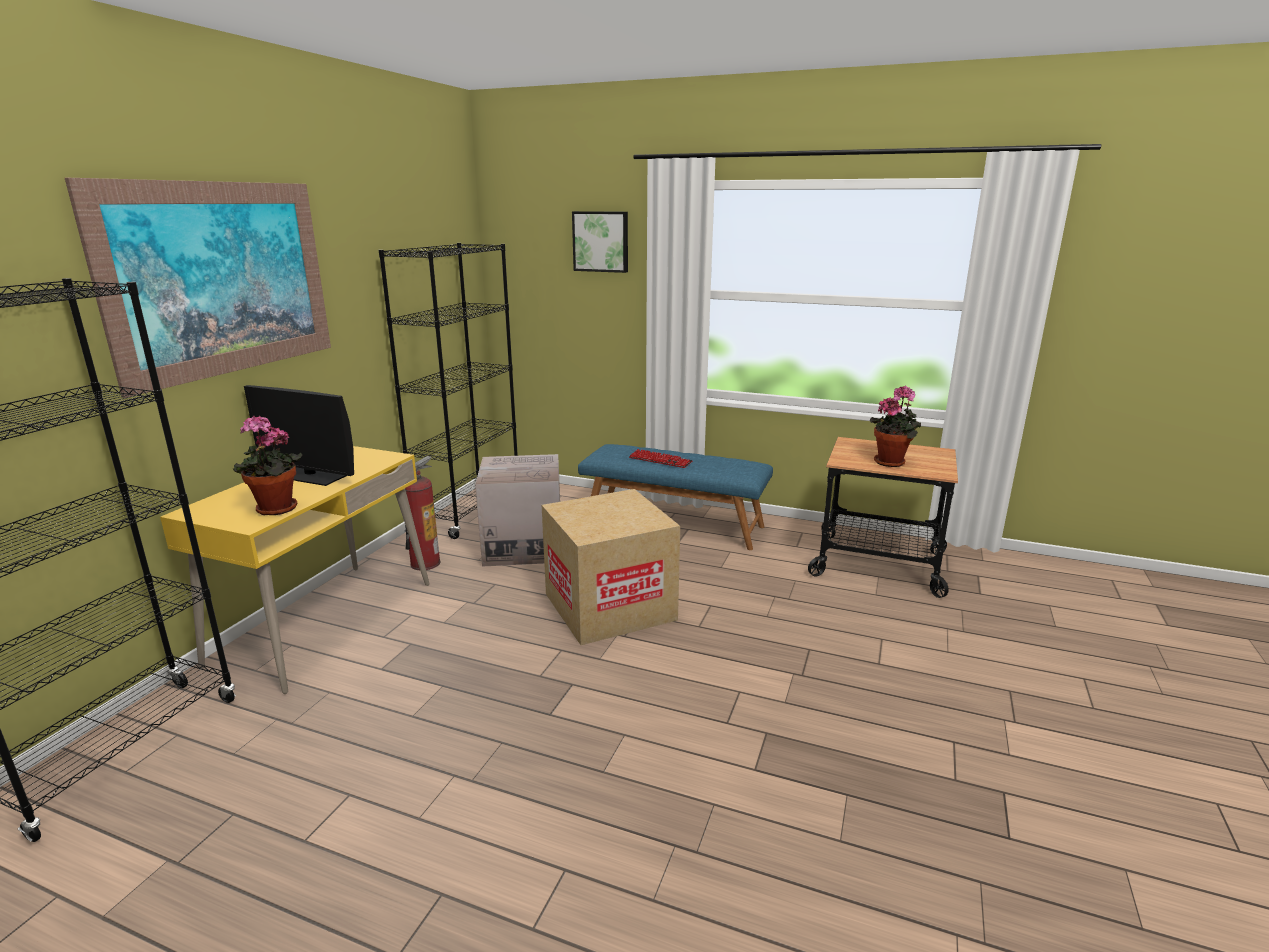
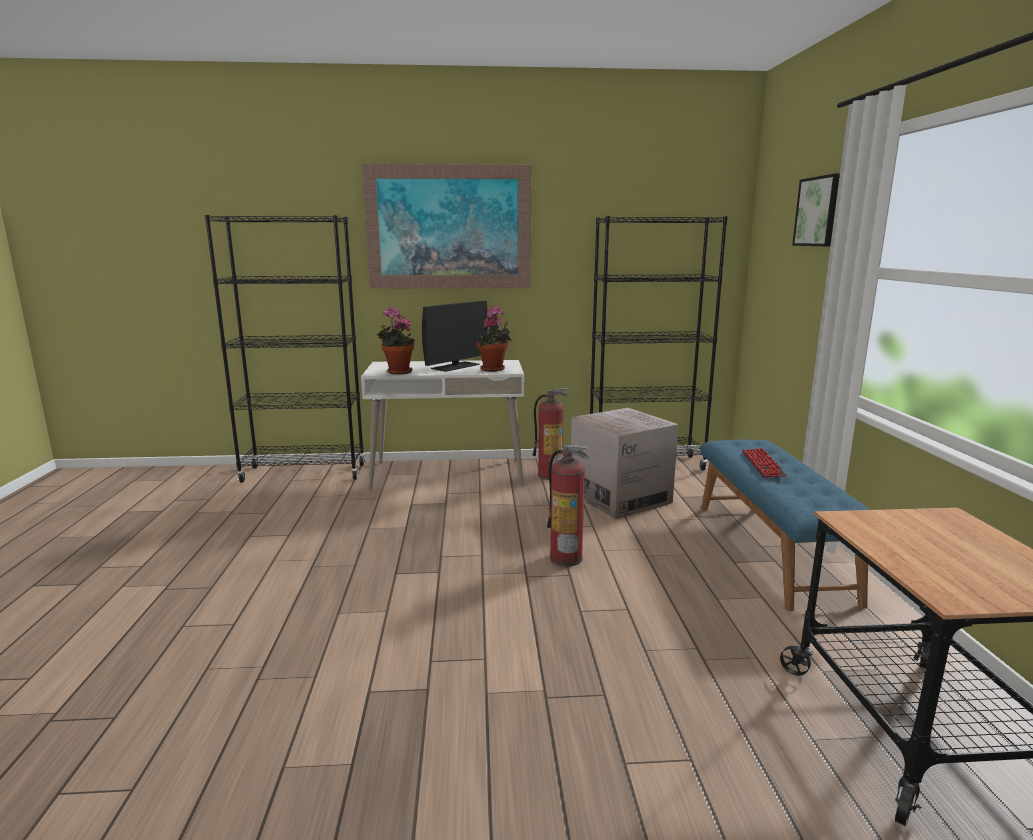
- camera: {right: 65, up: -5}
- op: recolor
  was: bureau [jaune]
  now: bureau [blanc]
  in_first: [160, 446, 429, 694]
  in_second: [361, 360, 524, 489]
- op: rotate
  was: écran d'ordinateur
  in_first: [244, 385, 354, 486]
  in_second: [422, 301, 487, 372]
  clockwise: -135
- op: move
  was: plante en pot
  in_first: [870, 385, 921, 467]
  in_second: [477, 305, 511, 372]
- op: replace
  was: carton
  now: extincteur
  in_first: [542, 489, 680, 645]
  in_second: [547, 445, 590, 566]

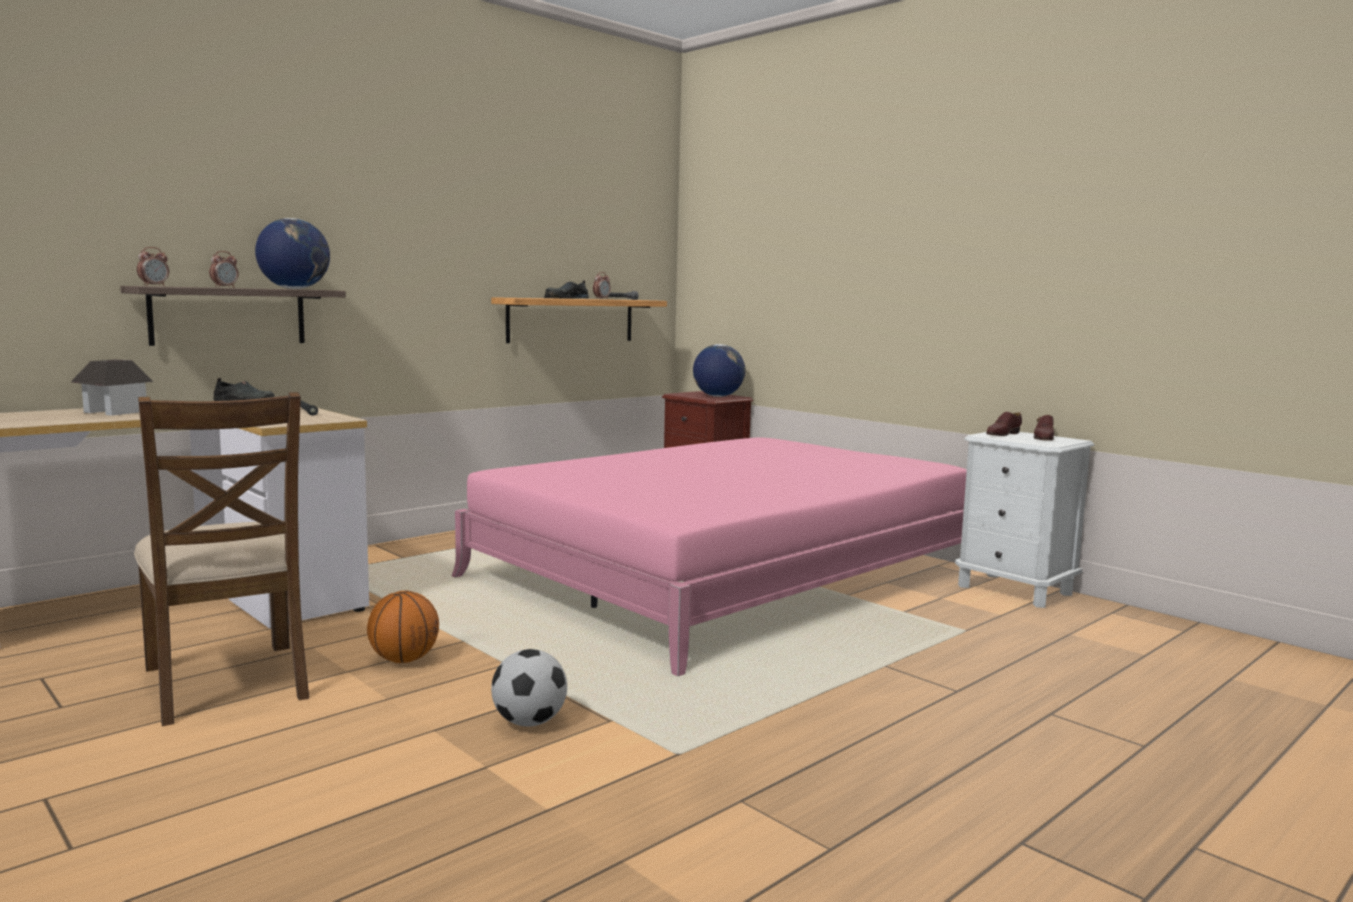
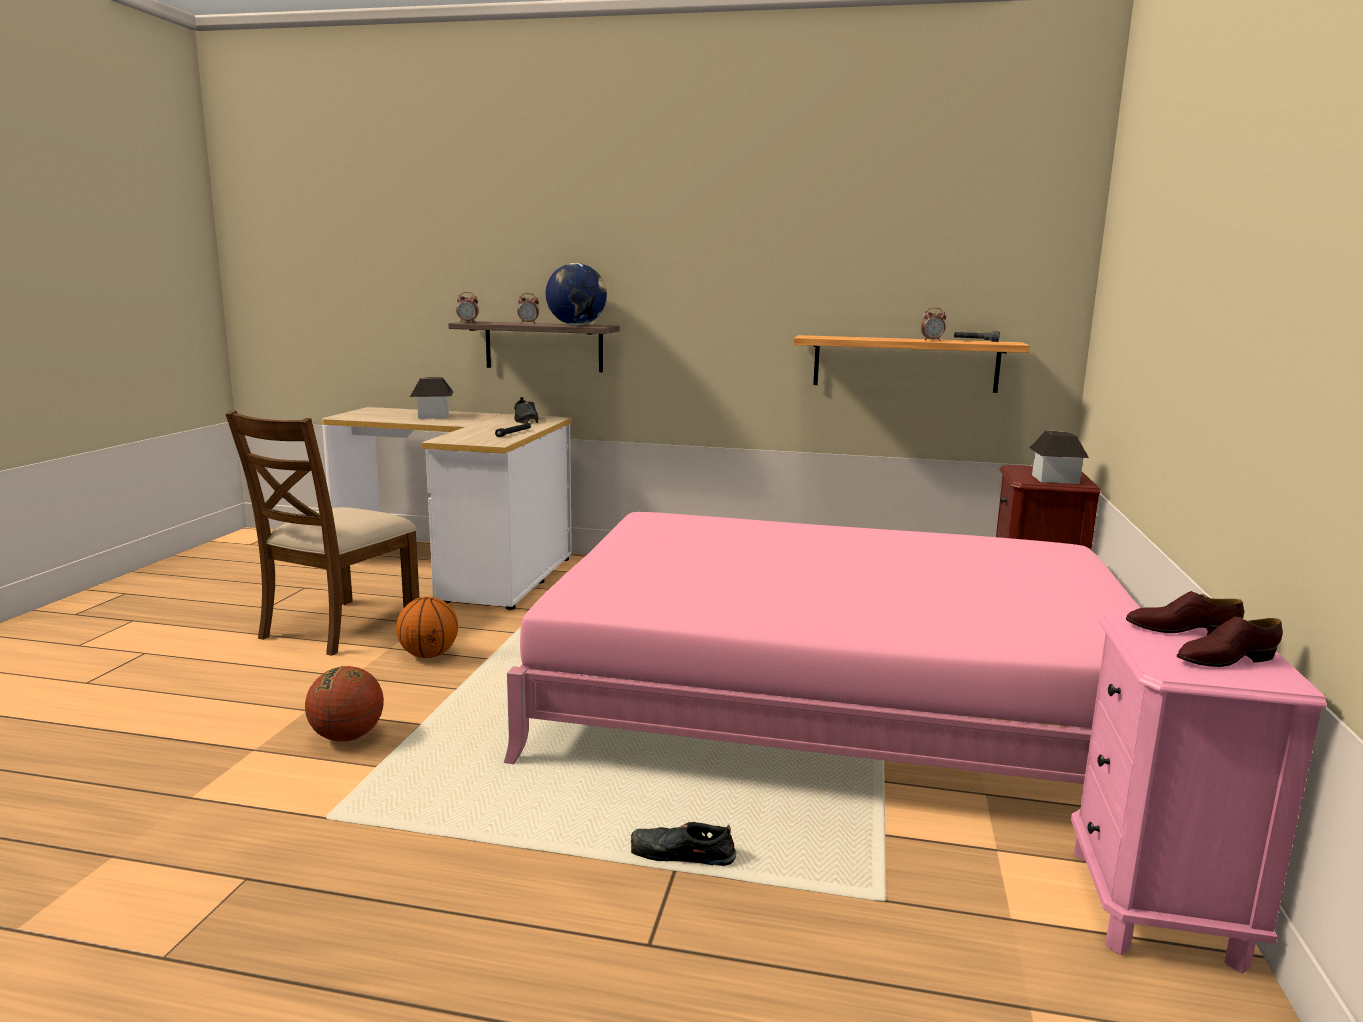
- camera: {right: 55, up: 5}
- op: replace
  was: ballon de foot
  now: ballon de basket
  in_first: [491, 649, 567, 726]
  in_second: [305, 666, 384, 741]
- op: move
  was: chaussure [noir]
  in_first: [544, 280, 589, 298]
  in_second: [631, 822, 736, 866]
- op: replace
  was: globe
  now: maison miniature
  in_first: [693, 344, 745, 397]
  in_second: [1030, 430, 1089, 484]
- op: recolor
  was: table de chevet [blanc]
  now: table de chevet [rose]
  in_first: [955, 432, 1094, 608]
  in_second: [1071, 613, 1327, 974]

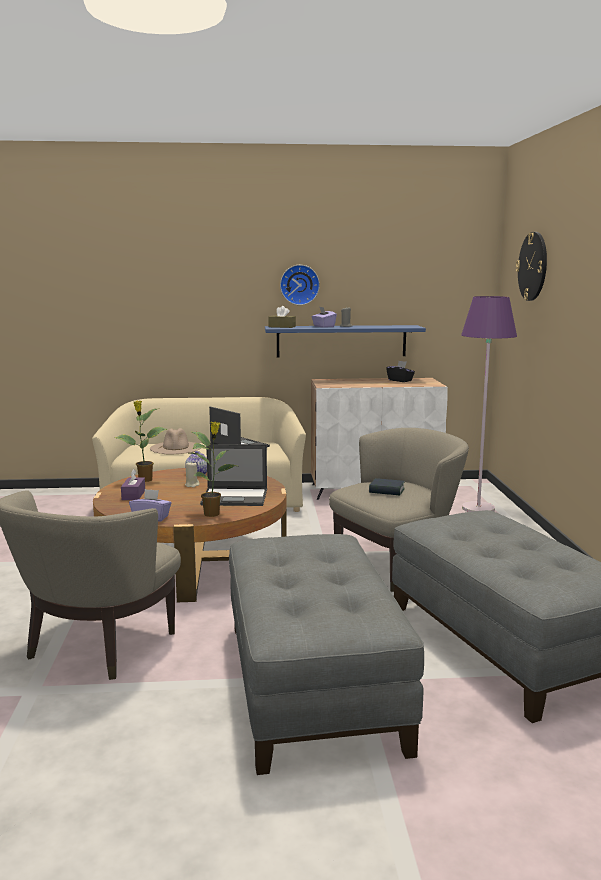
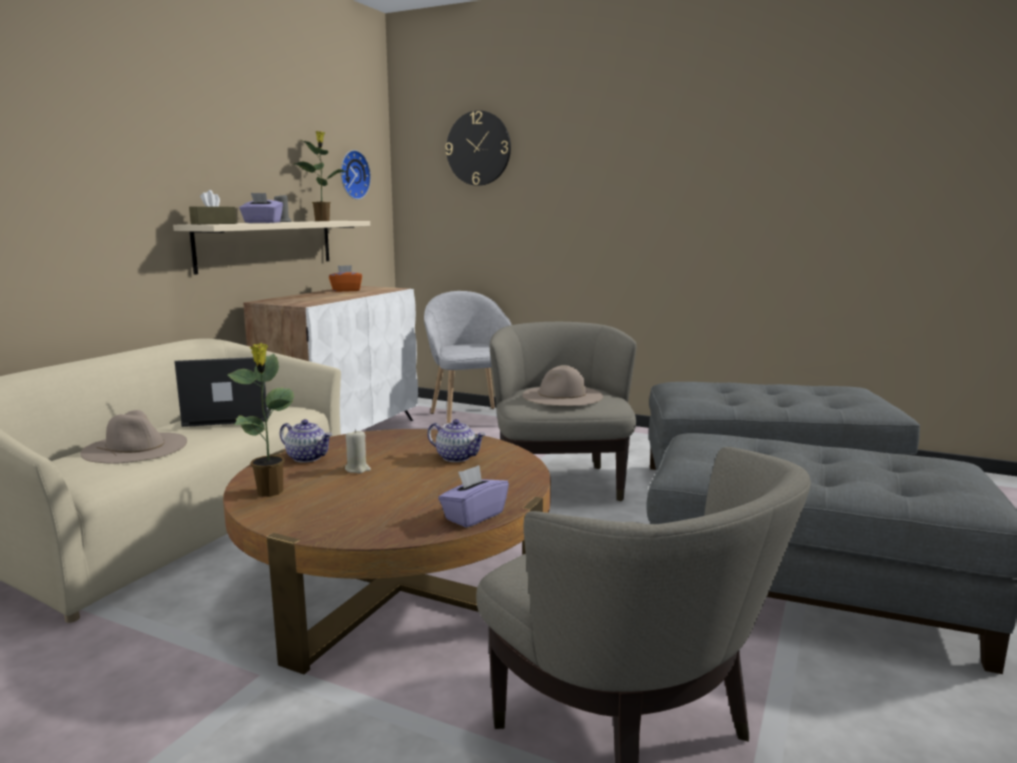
- camera: {right: -60, up: 0}
- op: recolor
  was: étagère [bleu]
  now: étagère [beige]
  in_first: [265, 325, 426, 358]
  in_second: [173, 221, 370, 275]
- op: move
  was: plante en pot
  in_first: [189, 422, 238, 517]
  in_second: [294, 131, 347, 221]
- op: recolor
  was: boîte à mouchoirs [noir]
  now: boîte à mouchoirs [orange]
  in_first: [386, 361, 415, 382]
  in_second: [329, 265, 362, 292]
- op: move
  was: horloge murale
  in_first: [280, 265, 320, 305]
  in_second: [341, 150, 371, 200]
- op: replace
  was: lampadaire [violet]
  now: fauteuil [gris]
  in_first: [461, 296, 517, 512]
  in_second: [424, 291, 511, 423]
- op: replace
  was: ordinateur portable
  now: théière
  in_first: [200, 444, 267, 506]
  in_second: [427, 419, 486, 462]
- op: replace
  was: livre
  now: chapeau [beige]
  in_first: [369, 478, 405, 495]
  in_second: [522, 365, 603, 406]
- op: delete
  was: boîte à mouchoirs [violet]
  in_first: [121, 469, 145, 500]

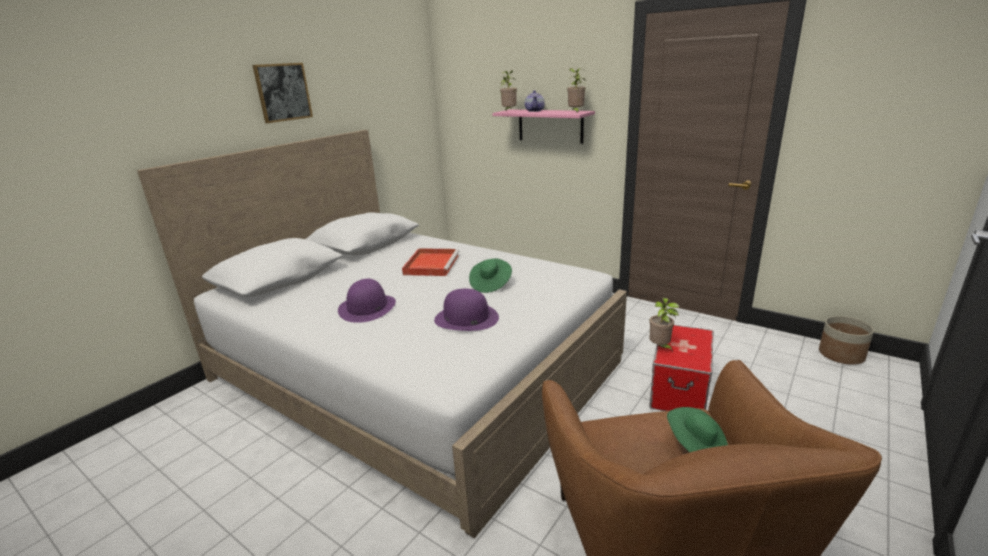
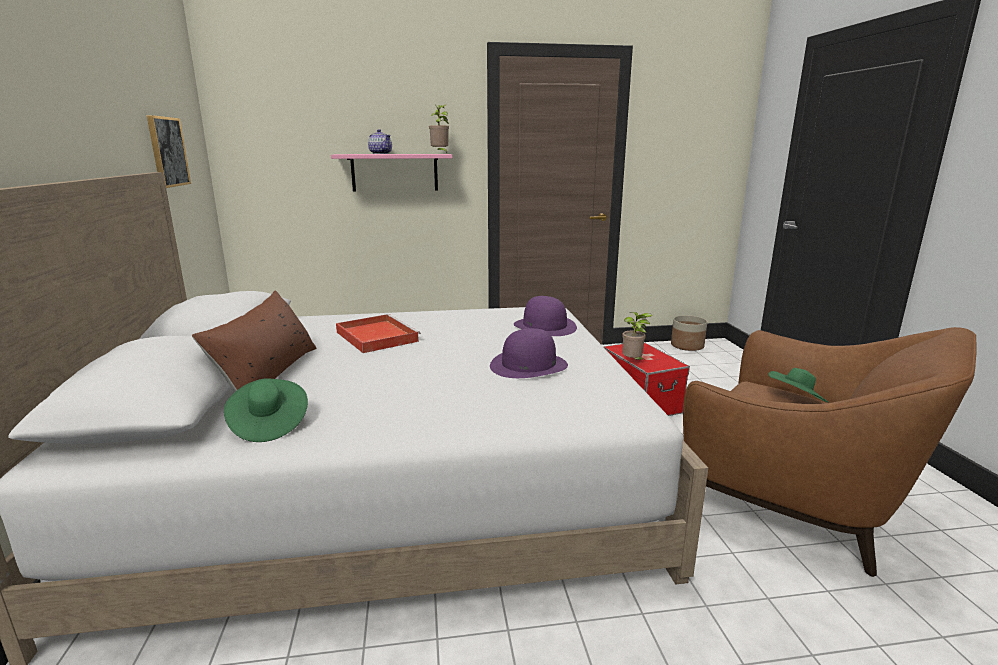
- camera: {right: -45, up: -5}
- op: move
  was: tableau
  in_first: [252, 63, 313, 123]
  in_second: [147, 115, 191, 188]
- op: insert
  now: coussin [marron]
  in_second: [192, 290, 317, 391]
- op: move
  was: chapeau [vert]
  in_first: [469, 258, 512, 293]
  in_second: [224, 378, 308, 442]
- op: move
  was: chapeau [violet]
  in_first: [338, 279, 396, 323]
  in_second: [514, 296, 577, 336]
- op: delete
  was: plante en pot
  in_first: [500, 70, 517, 110]

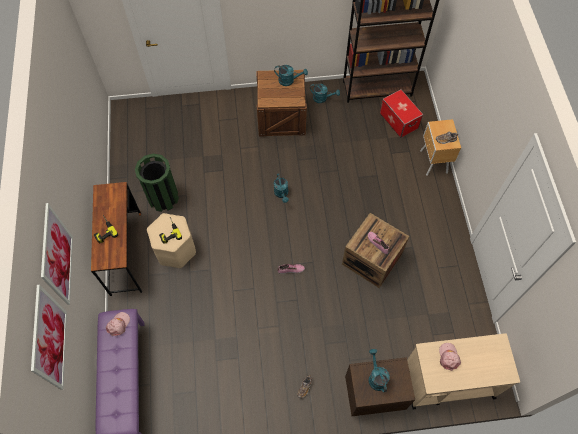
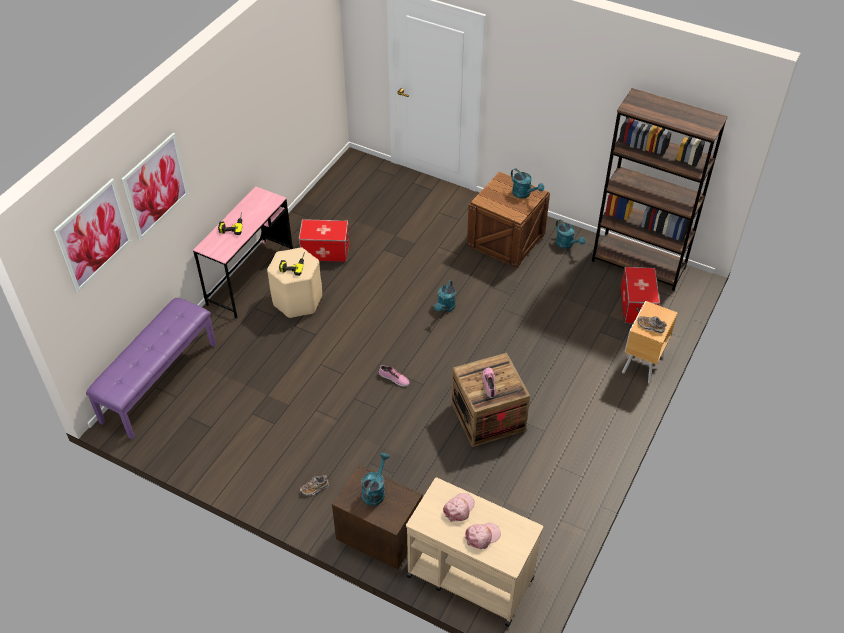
- camera: {right: 35, up: -15}
- op: recolor
  was: bureau [marron]
  now: bureau [rose]
  in_first: [91, 182, 142, 296]
  in_second: [193, 186, 293, 318]
- op: replace
  was: poubelle [vert]
  now: boîte de rangement
  in_first: [135, 154, 179, 212]
  in_second: [299, 219, 349, 262]
- op: move
  was: casquette [rose]
  in_first: [106, 312, 130, 336]
  in_second: [465, 523, 501, 549]

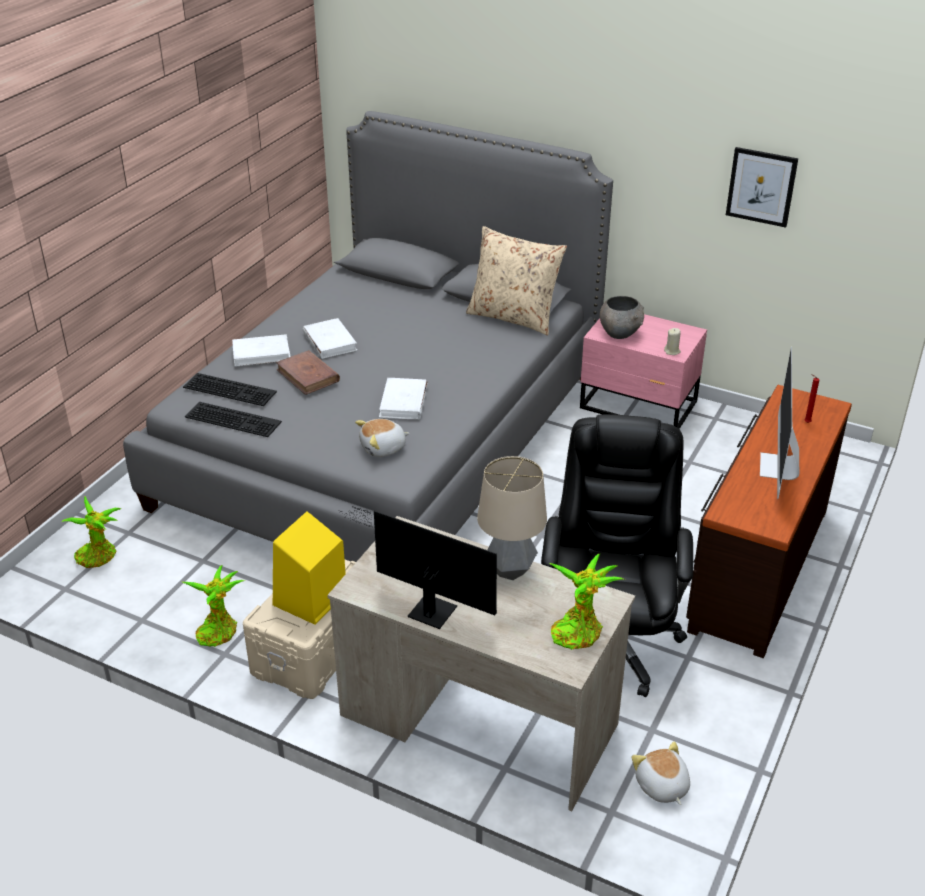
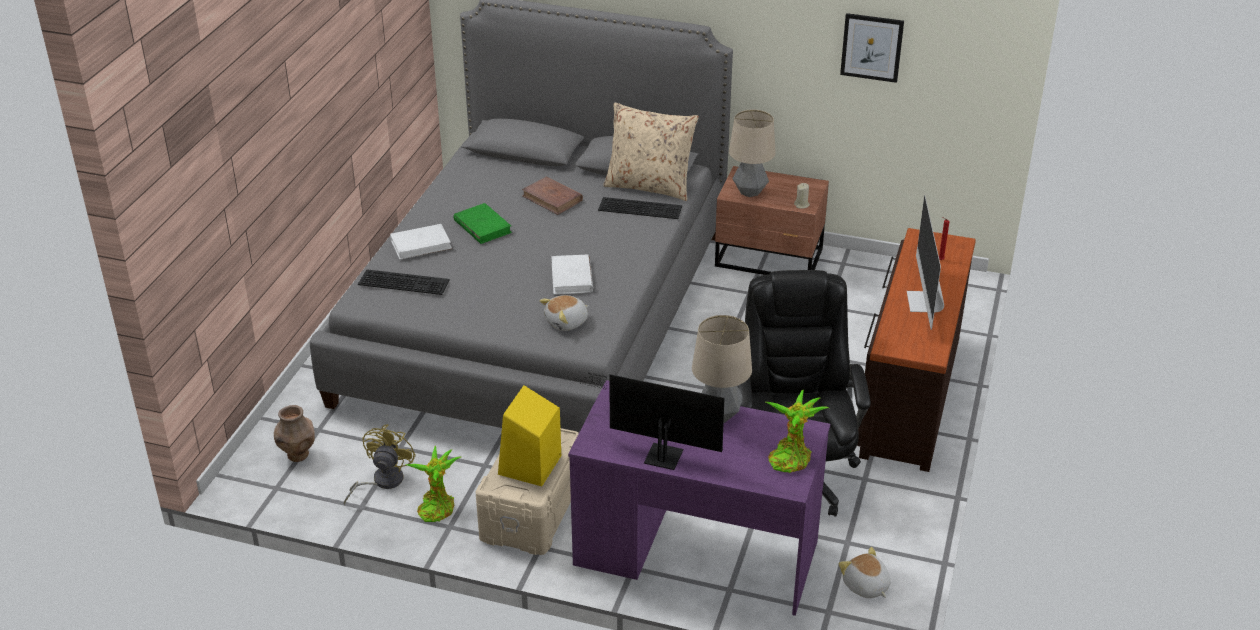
- camera: {right: -10, up: 0}
- op: replace
  was: plante en pot
  now: vase [marron]
  in_first: [62, 496, 122, 568]
  in_second: [274, 405, 315, 462]
- op: insert
  now: ventilateur [jaune]
  in_second: [344, 425, 416, 505]
- op: recolor
  was: livre [blanc]
  now: livre [vert]
  in_first: [303, 318, 357, 359]
  in_second: [453, 203, 512, 244]
- op: move
  was: livre [marron]
  in_first: [276, 350, 340, 395]
  in_second: [522, 176, 583, 215]
- op: recolor
  was: bureau [beige]
  now: bureau [violet]
  in_first: [327, 516, 635, 811]
  in_second: [568, 380, 830, 616]
- op: move
  was: clavier
  in_first: [185, 402, 282, 437]
  in_second: [598, 197, 682, 219]
- op: recolor
  was: table de chevet [rose]
  now: table de chevet [marron]
  in_first: [580, 314, 707, 429]
  in_second: [715, 166, 829, 275]
- op: replace
  was: bol [gris]
  now: lampe de table
  in_first: [600, 296, 644, 339]
  in_second: [729, 109, 776, 197]

